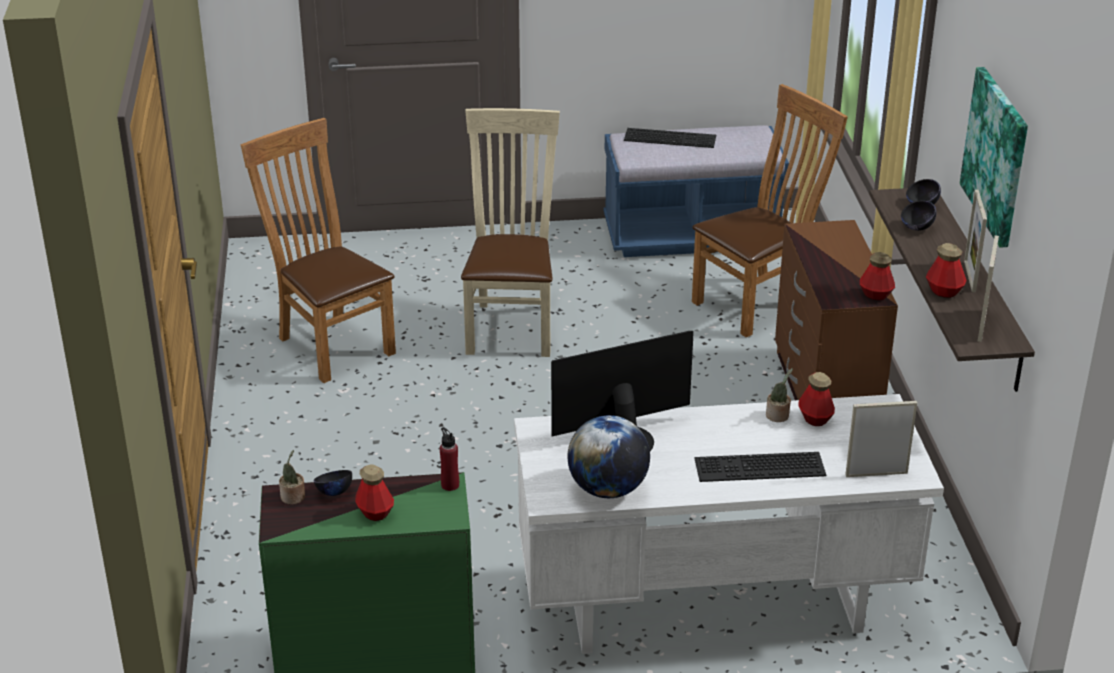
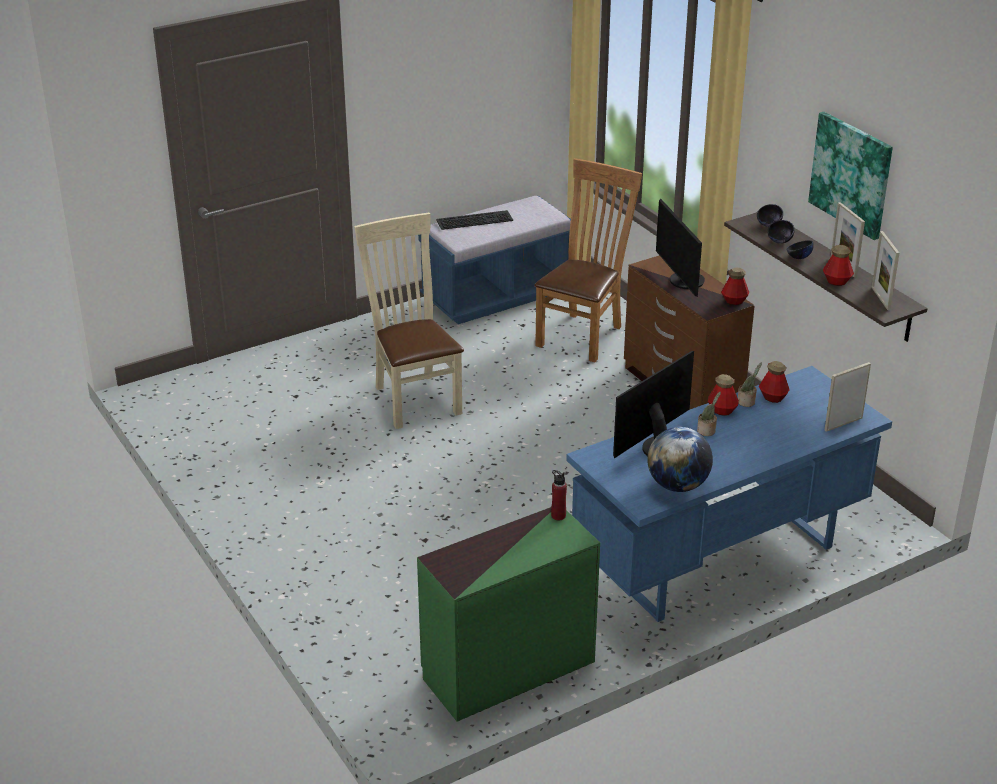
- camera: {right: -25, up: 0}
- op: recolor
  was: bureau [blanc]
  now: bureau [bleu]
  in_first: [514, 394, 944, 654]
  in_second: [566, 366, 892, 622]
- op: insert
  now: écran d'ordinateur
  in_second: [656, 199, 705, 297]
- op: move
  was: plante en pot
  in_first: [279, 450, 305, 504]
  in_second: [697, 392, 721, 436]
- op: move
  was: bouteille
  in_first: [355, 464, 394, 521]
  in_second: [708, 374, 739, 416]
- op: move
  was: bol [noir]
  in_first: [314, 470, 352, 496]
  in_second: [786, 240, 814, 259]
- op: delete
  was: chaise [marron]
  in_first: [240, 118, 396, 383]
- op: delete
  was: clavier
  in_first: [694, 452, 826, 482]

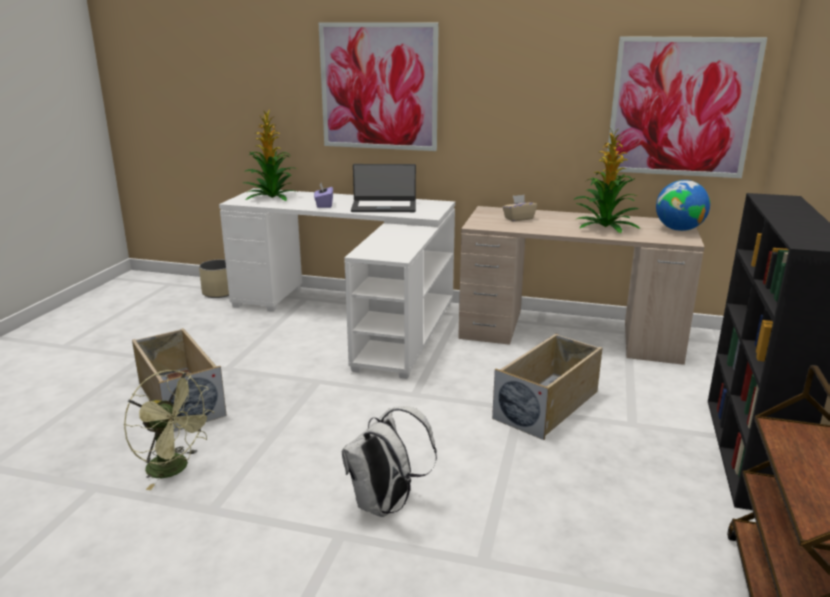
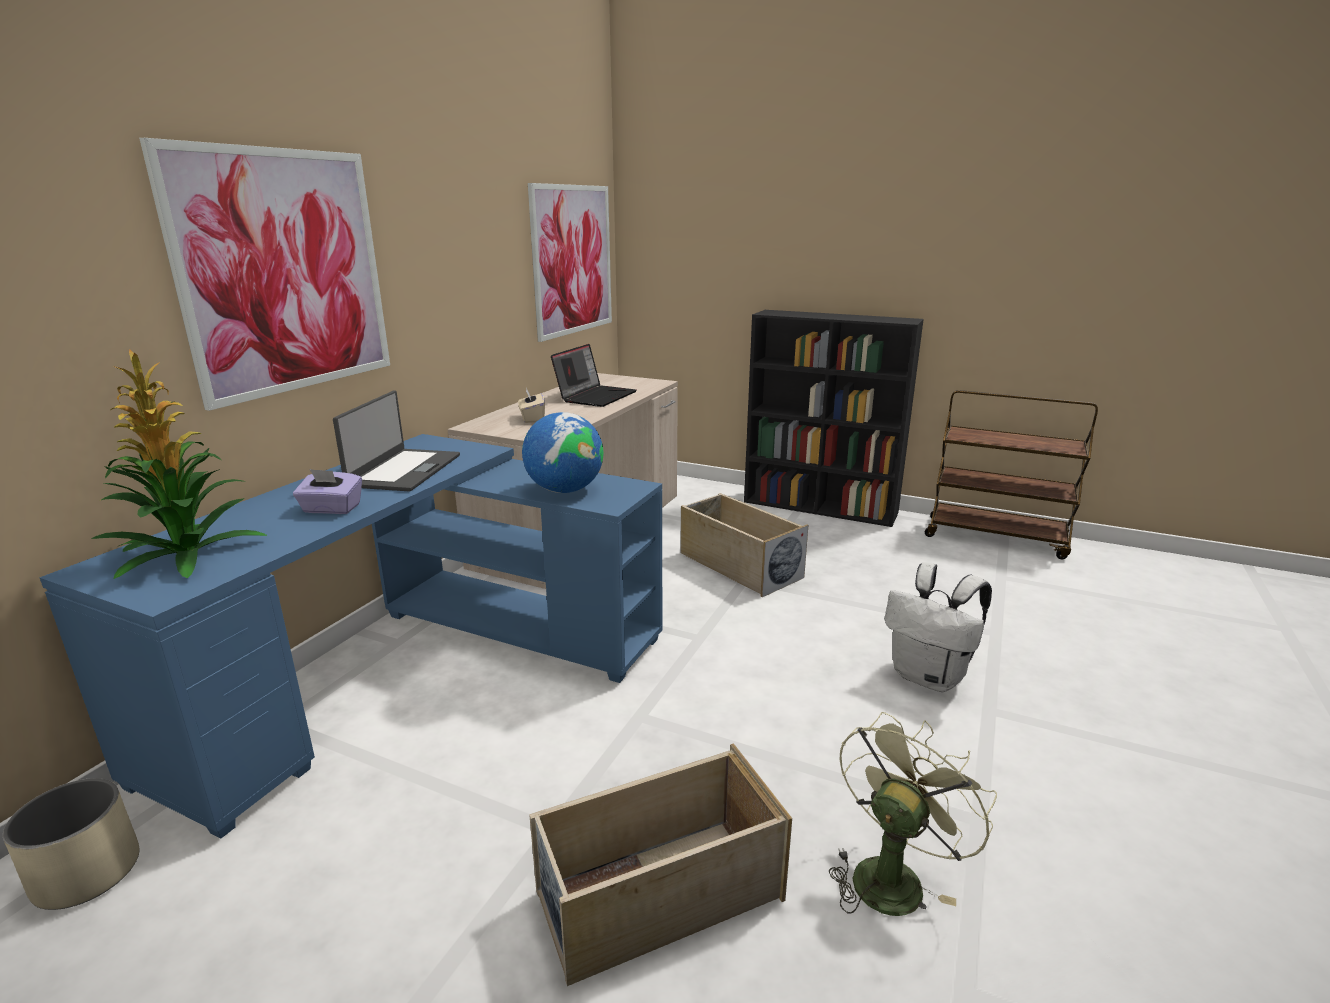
- camera: {right: -80, up: 0}
- op: recolor
  was: bureau [blanc]
  now: bureau [bleu]
  in_first: [219, 188, 455, 379]
  in_second: [40, 434, 662, 839]
- op: move
  was: globe
  in_first: [656, 180, 710, 231]
  in_second: [522, 412, 603, 493]
- op: replace
  was: plante en pot
  now: ordinateur portable
  in_first: [573, 127, 640, 233]
  in_second: [551, 344, 636, 407]

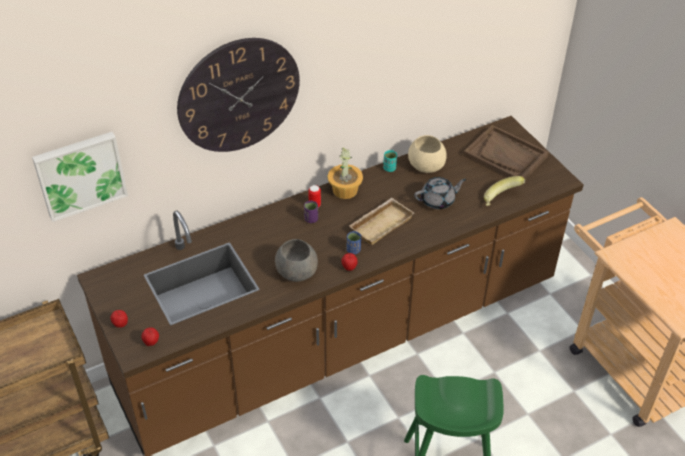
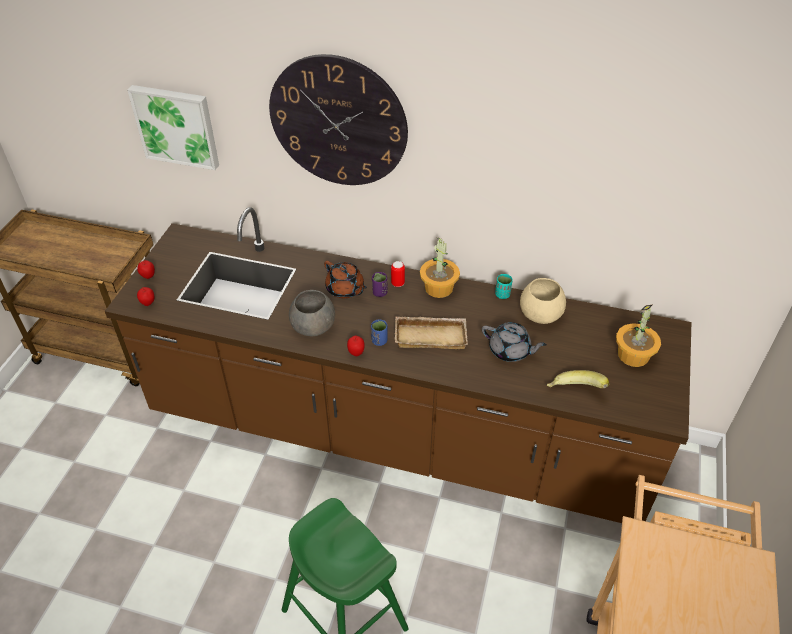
- camera: {right: 45, up: 0}
- op: insert
  now: théière [marron]
  in_second: [324, 261, 367, 298]
- op: replace
  was: plateau [marron]
  now: plante en pot
  in_first: [463, 125, 549, 179]
  in_second: [616, 304, 661, 367]

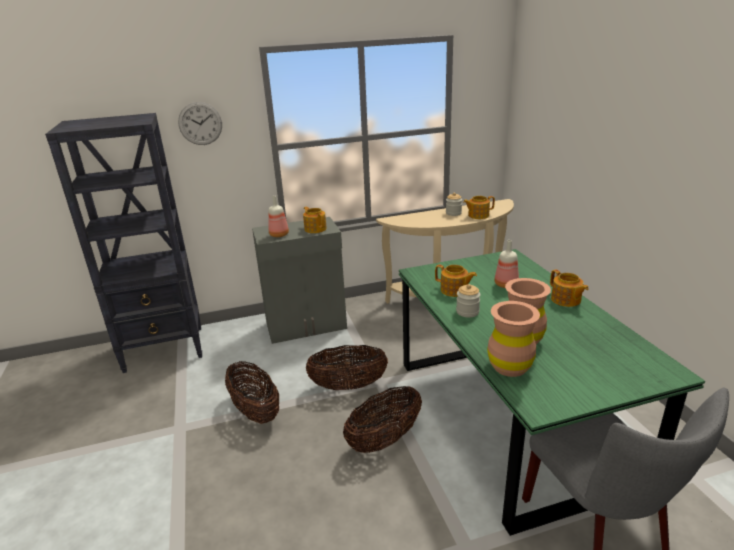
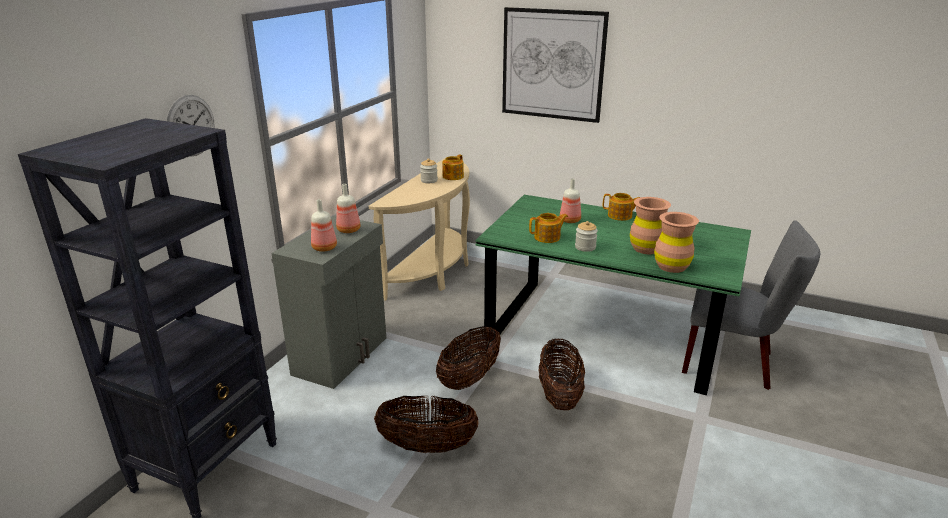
- camera: {right: -50, up: 0}
- op: replace
  was: théière
  now: bouteille
  in_first: [303, 207, 327, 233]
  in_second: [336, 184, 361, 233]
- op: insert
  now: tableau
  in_second: [502, 7, 609, 123]

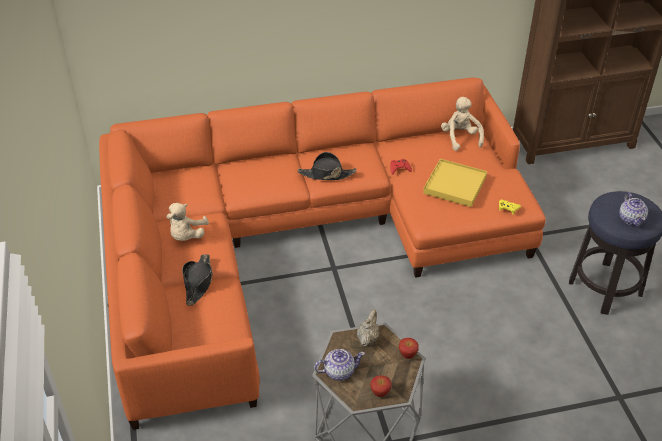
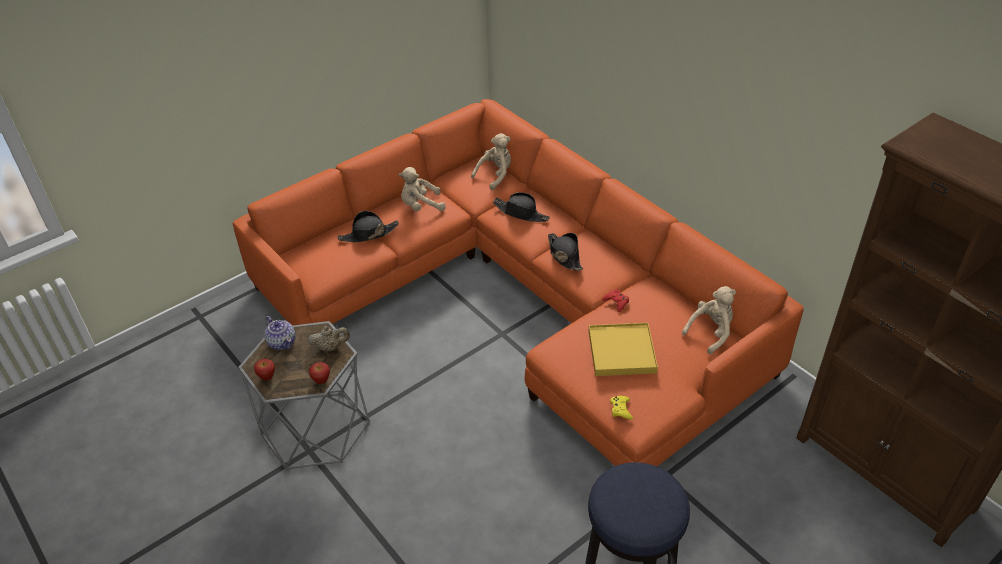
- camera: {right: 65, up: 0}
- op: insert
  now: peluche [beige]
  in_second: [471, 133, 511, 190]
- op: insert
  now: chapeau [noir]
  in_second: [493, 192, 550, 222]
- op: delete
  was: théière
  in_first: [619, 192, 648, 227]

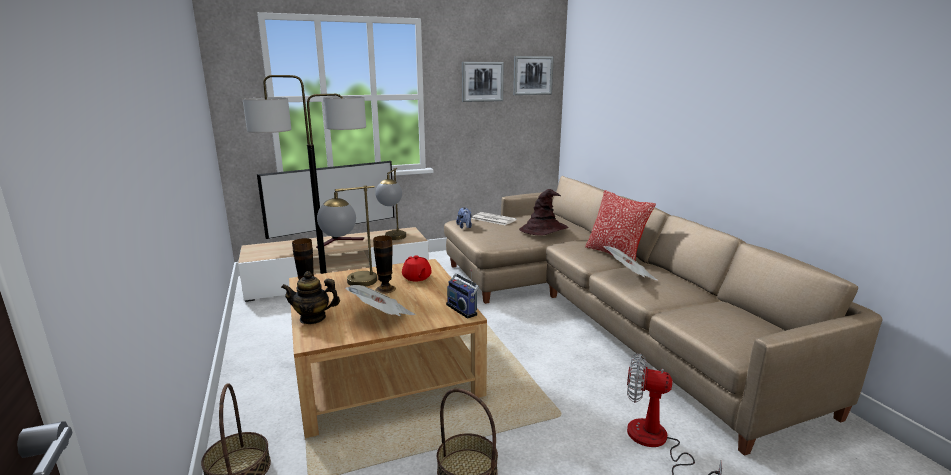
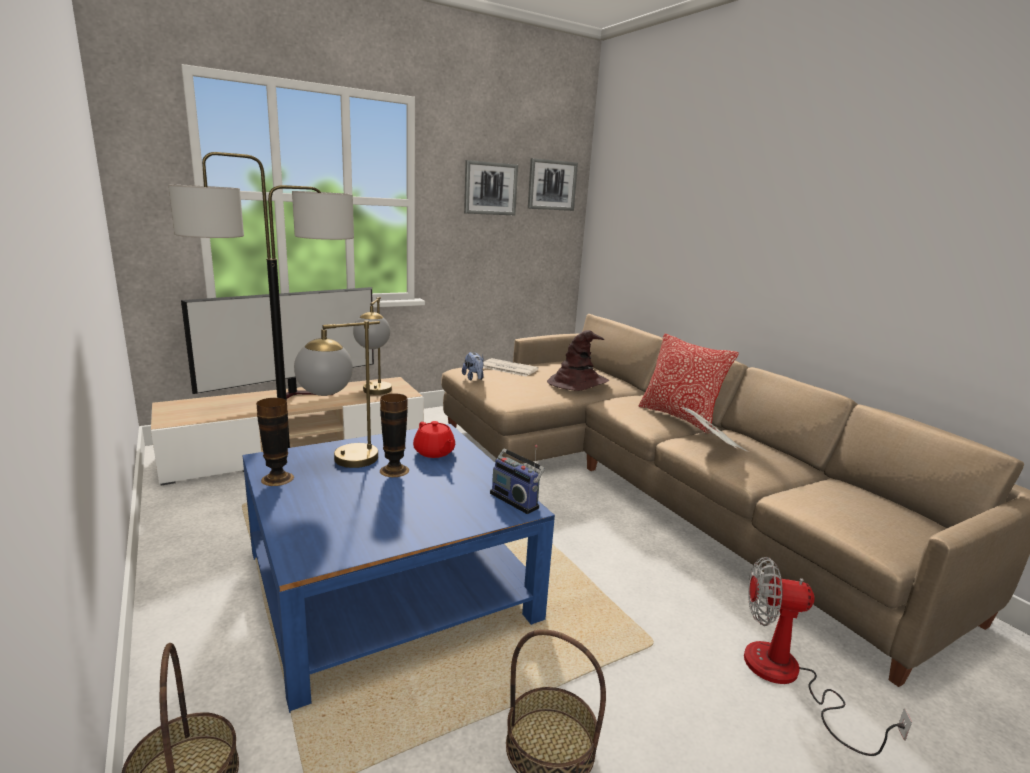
- camera: {right: -10, up: 0}
- op: recolor
  was: table basse [beige]
  now: table basse [bleu]
  in_first: [289, 259, 487, 438]
  in_second: [242, 424, 555, 713]
- op: delete
  was: théière
  in_first: [281, 271, 340, 324]
- op: delete
  was: journal
  in_first: [345, 285, 415, 316]

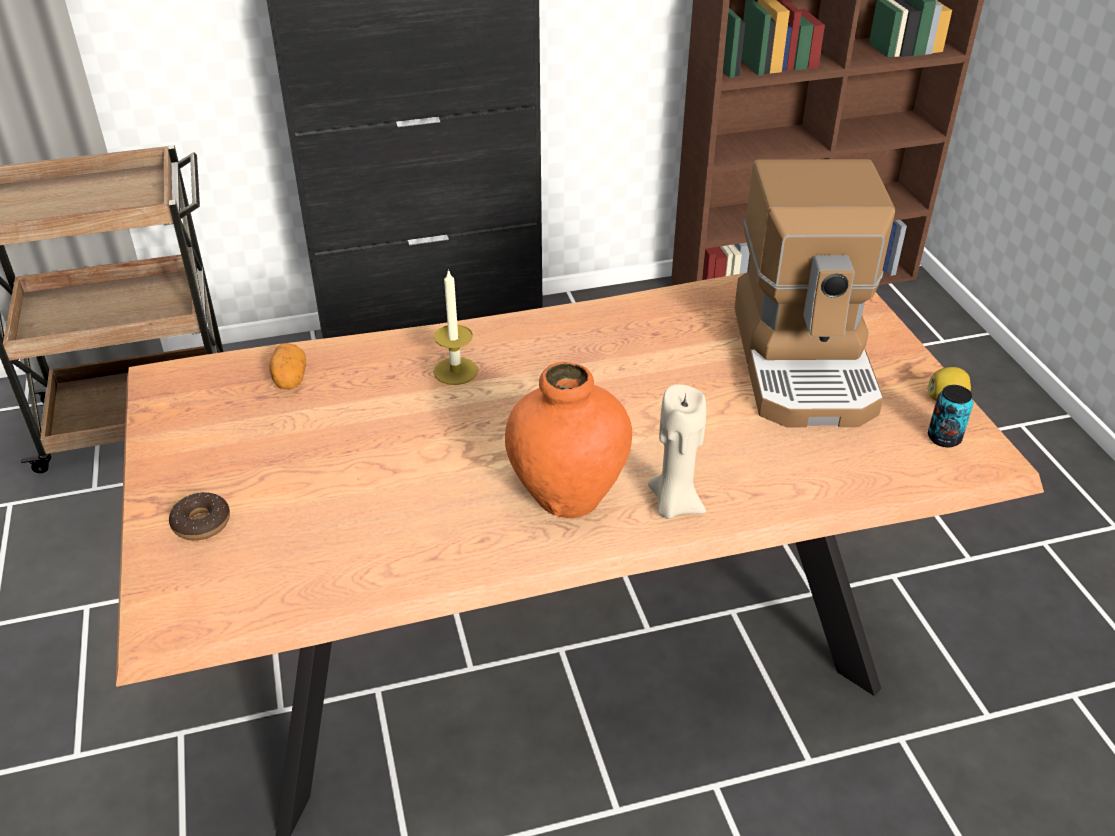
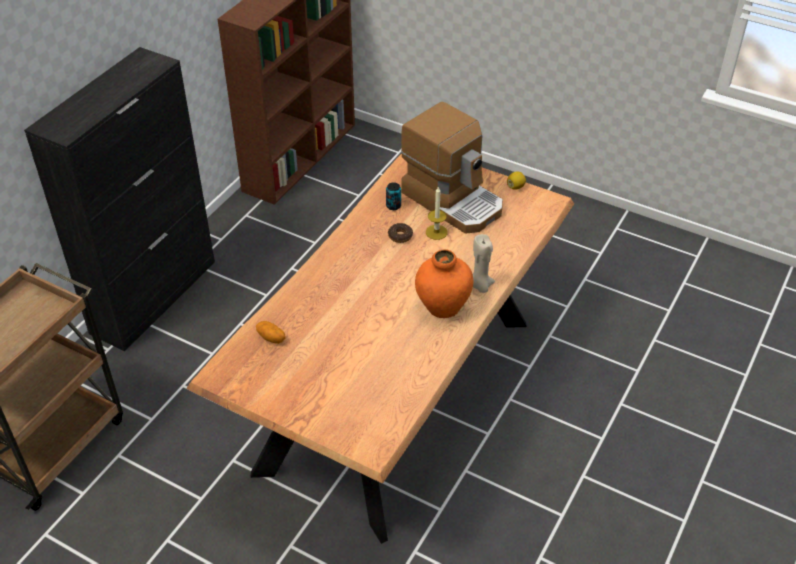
- camera: {right: -45, up: 5}
- op: move
  was: boîte métallique
  in_first: [928, 385, 973, 447]
  in_second: [386, 182, 401, 210]
- op: move
  was: beignet
  in_first: [169, 492, 230, 540]
  in_second: [388, 223, 413, 243]
- op: move
  was: bougie
  in_first: [434, 269, 478, 385]
  in_second: [426, 187, 448, 240]

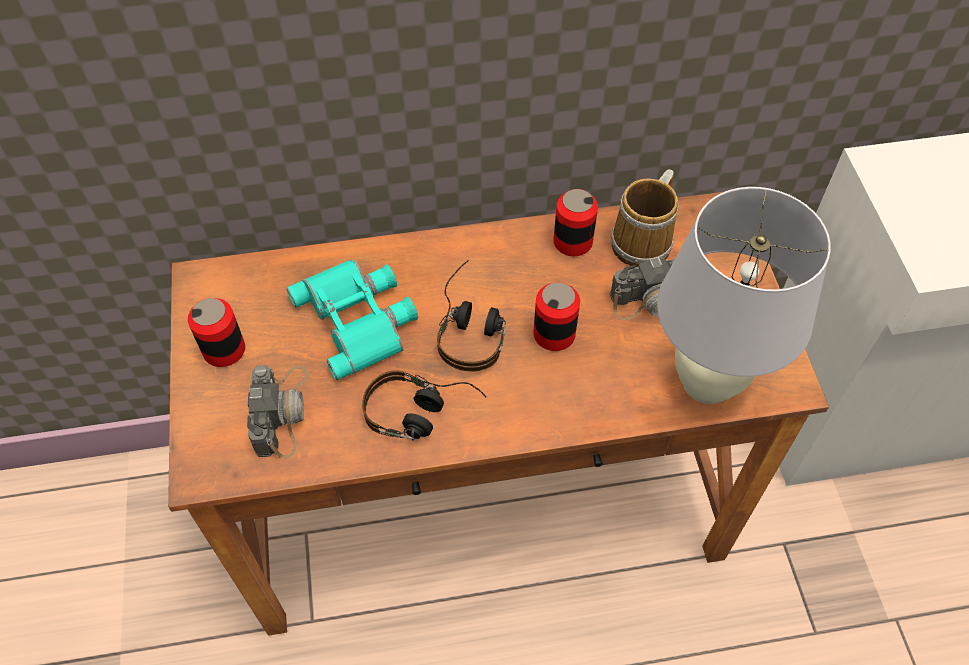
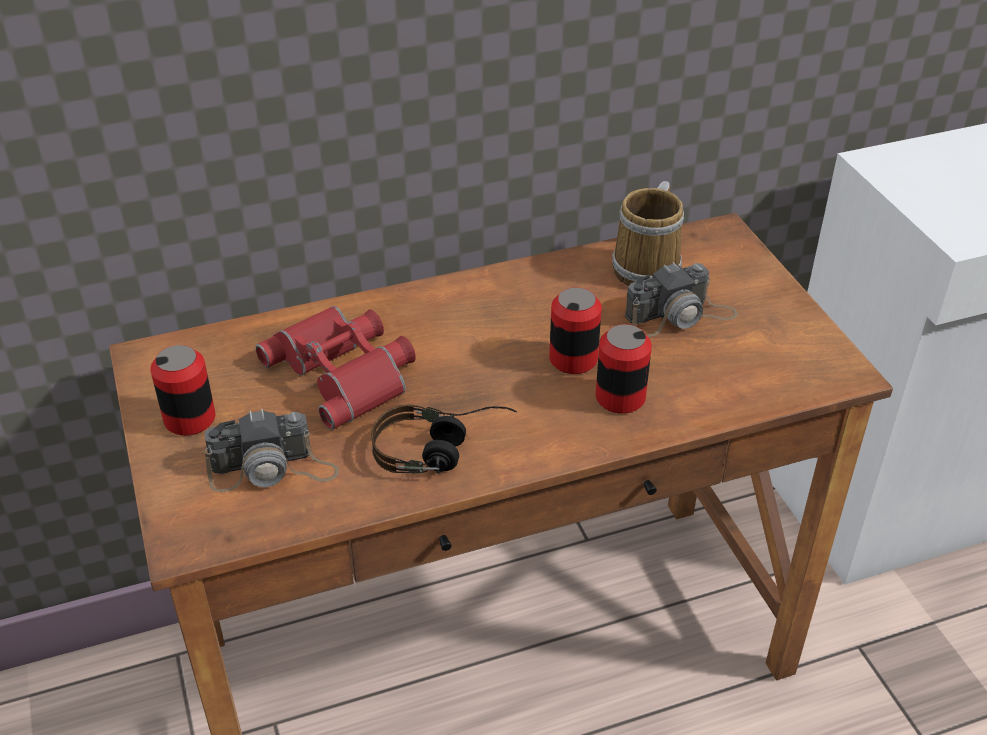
- camera: {right: -10, up: -15}
- op: rotate
  was: appareil photo
  in_first: [247, 365, 309, 458]
  in_second: [204, 409, 339, 492]
  clockwise: 90
- op: recolor
  was: jumelles [turquoise]
  now: jumelles [rouge]
  in_first: [287, 259, 418, 380]
  in_second: [255, 306, 416, 430]
- op: move
  was: boîte métallique
  in_first: [553, 189, 598, 256]
  in_second: [595, 324, 652, 414]
- op: delete
  was: casque audio
  in_first: [437, 260, 506, 372]
- op: delete
  was: lampe de table [blanc]
  in_first: [657, 187, 831, 404]

